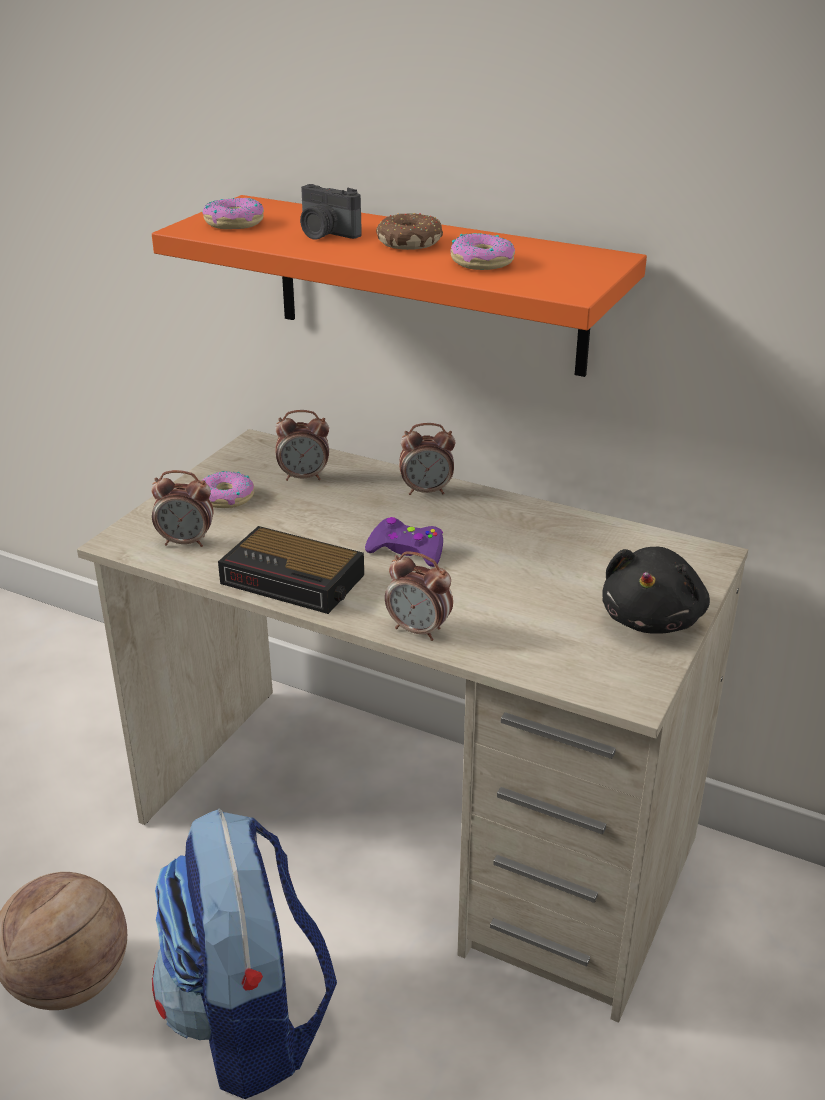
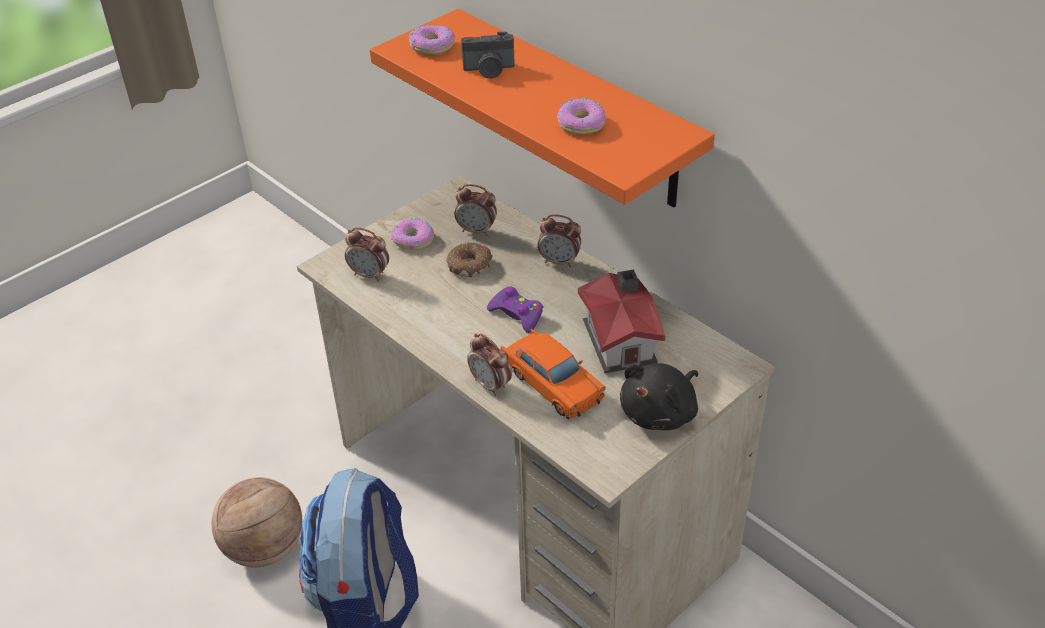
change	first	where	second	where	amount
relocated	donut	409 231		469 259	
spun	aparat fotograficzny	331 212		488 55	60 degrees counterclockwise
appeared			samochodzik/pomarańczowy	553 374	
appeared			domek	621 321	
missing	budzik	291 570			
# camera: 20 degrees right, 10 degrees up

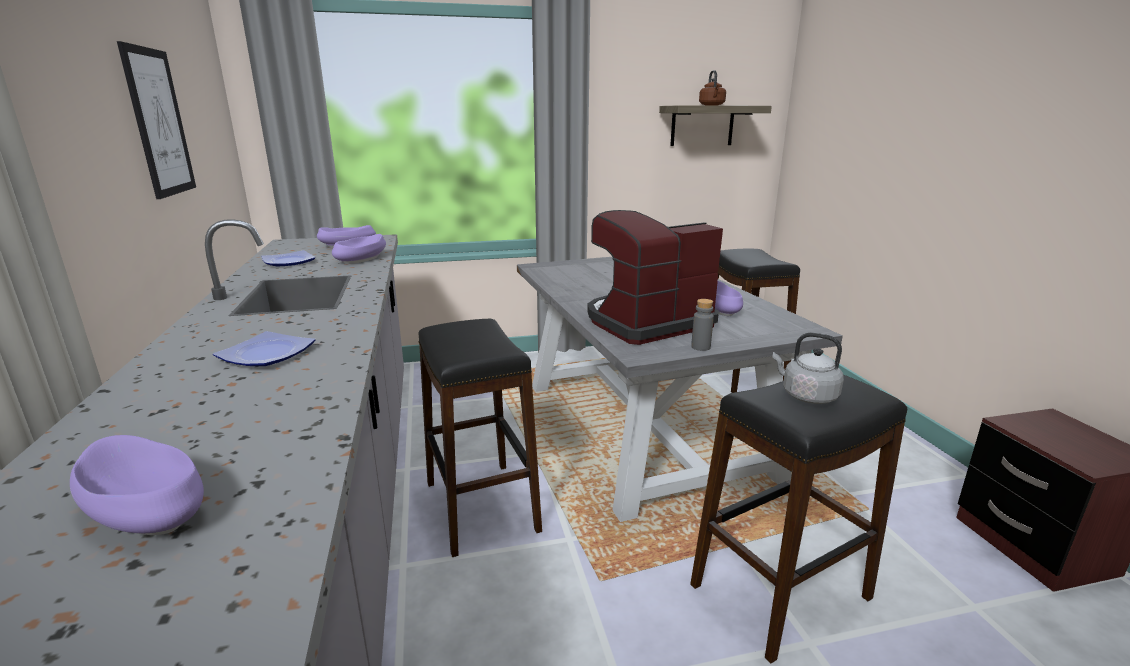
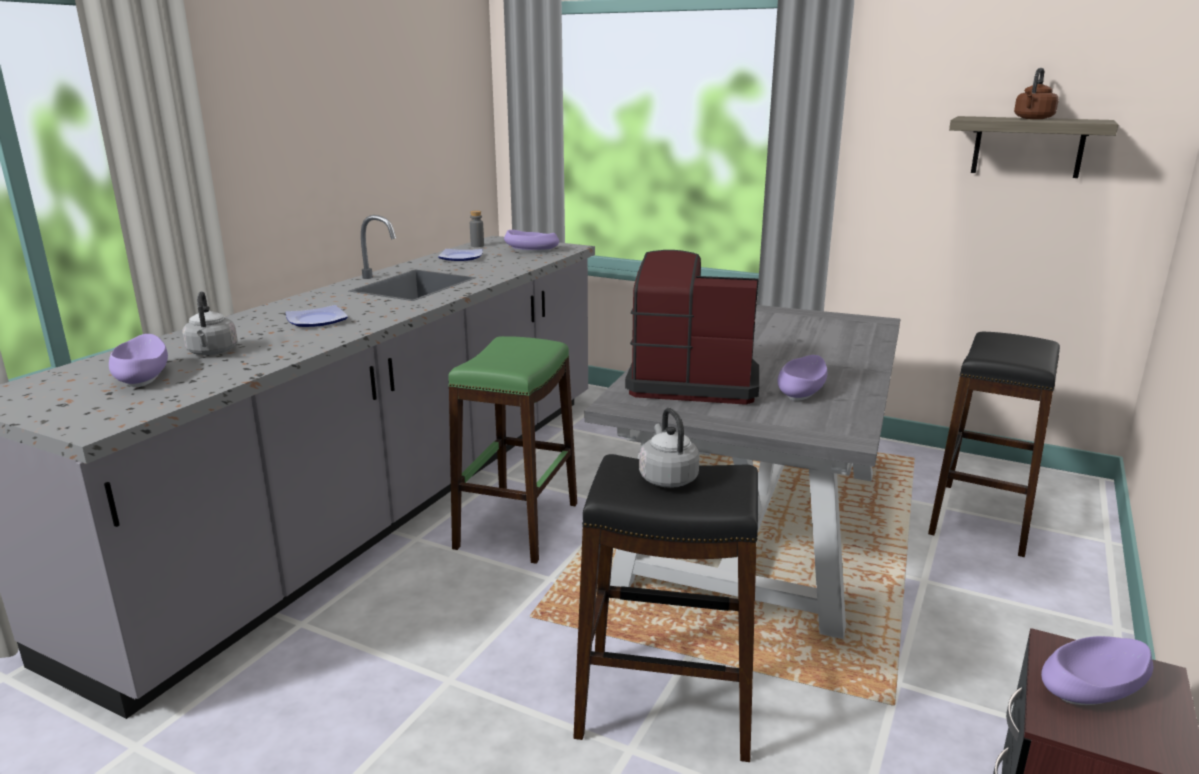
change	first	where	second	where	amount
appeared			czajnik/szary	210 323	
colour	stołek/czarny	480 438	stołek/zielony	512 450	
relocated	butelka/szary	702 325		477 229	
relocated	miska/fioletowy	359 249		1097 670	
missing	obraz	156 120			
# camera: 40 degrees right, 0 degrees up

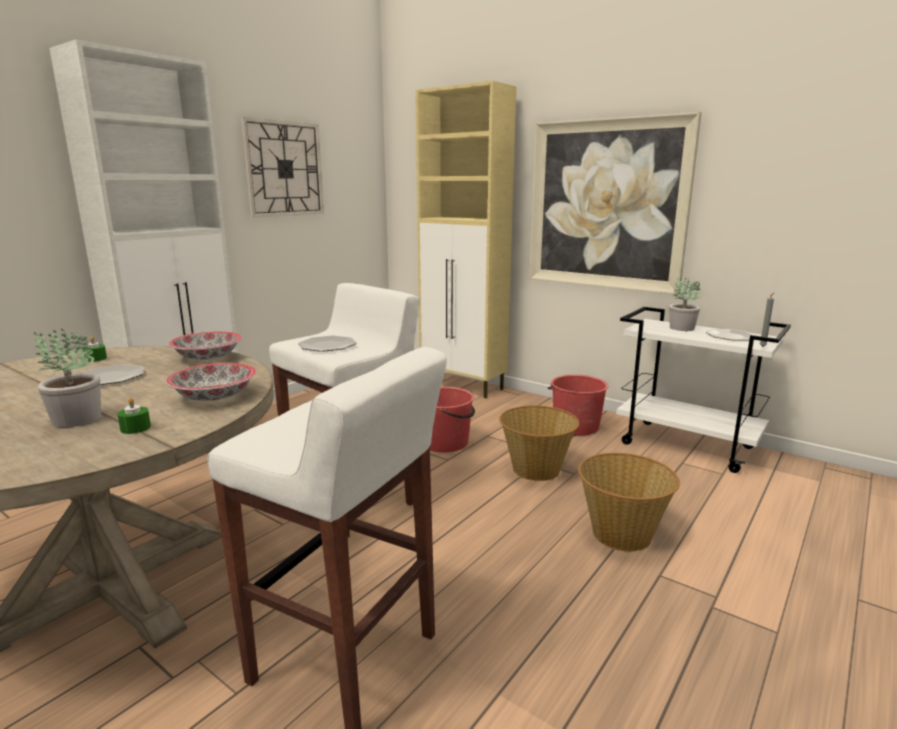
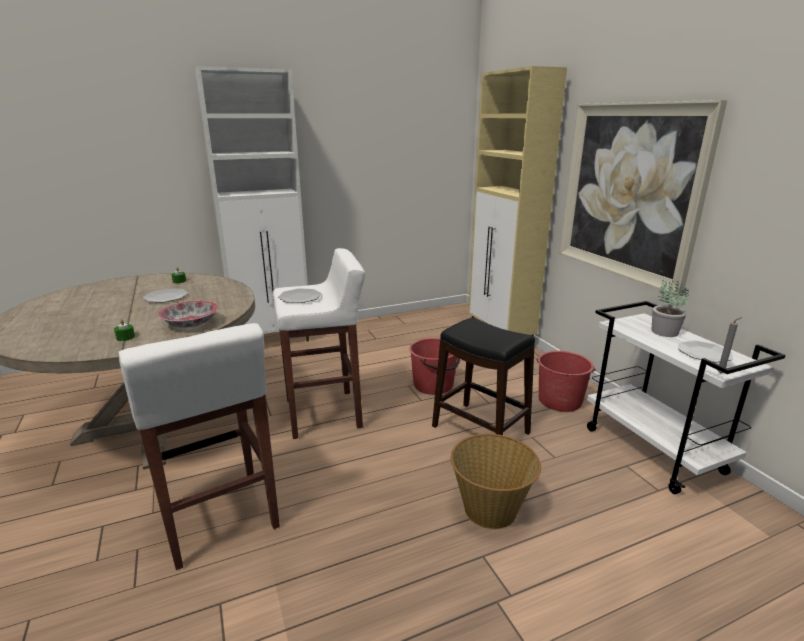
change	first	where	second	where	amount
exchanged	koszyk	539 443	stołek/czarny	483 376	
missing	roślina doniczkowa	67 377			
missing	miska	205 345			
missing	zegar ścienny	282 167			
# camera: 30 degrees right, 5 degrees up

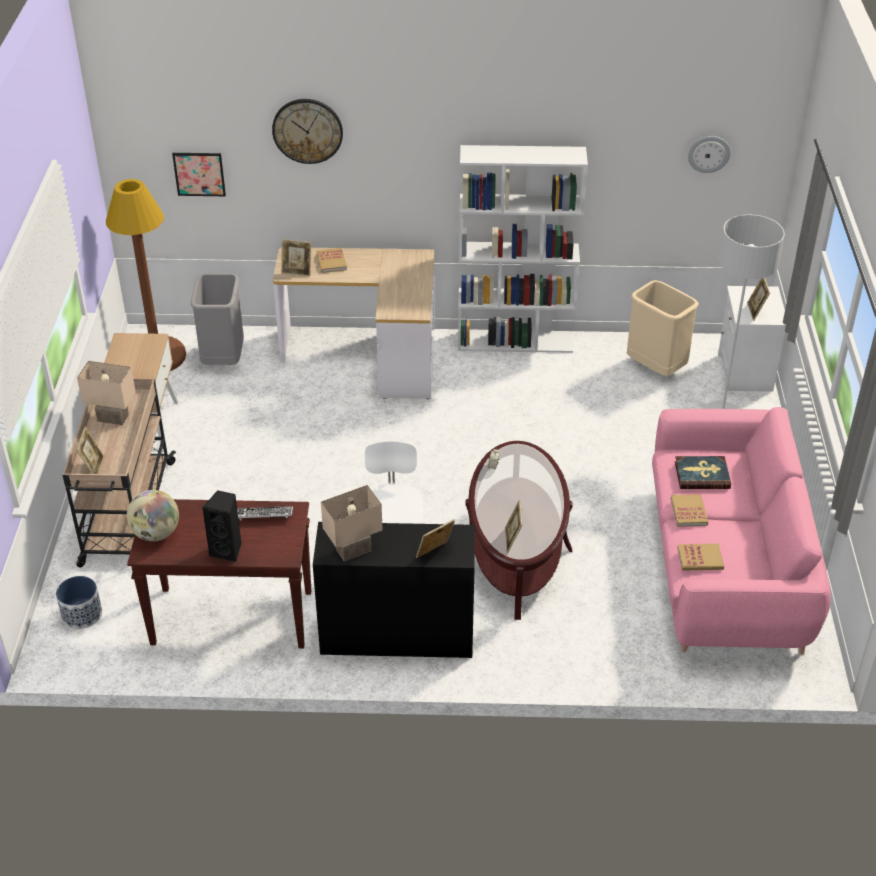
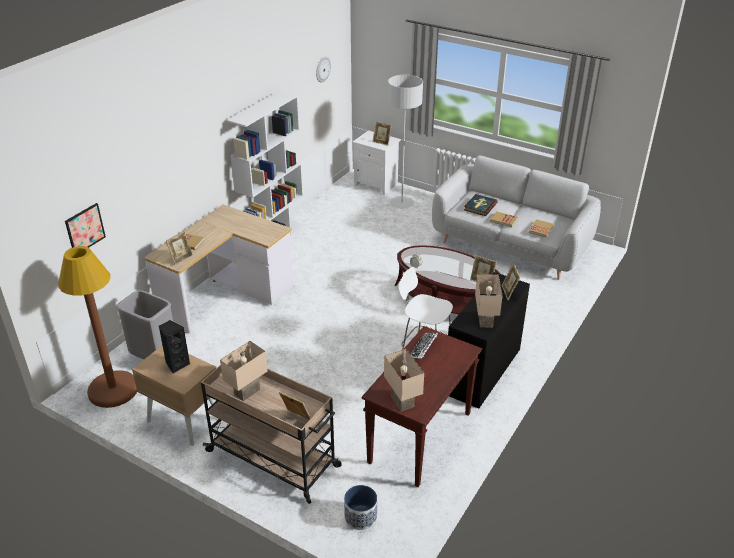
change	first	where	second	where	amount
relocated	głośnik/czarny	222 526		174 346	
exchanged	globus	153 515	lampa stołowa/beżowy	404 380	
colour	kanapa/różowy	741 531	kanapa/szary	516 217	
missing	zegar ścienny	307 131			
missing	kosz na śmieci/beżowy	663 328			
# camera: 60 degrees left, 5 degrees down

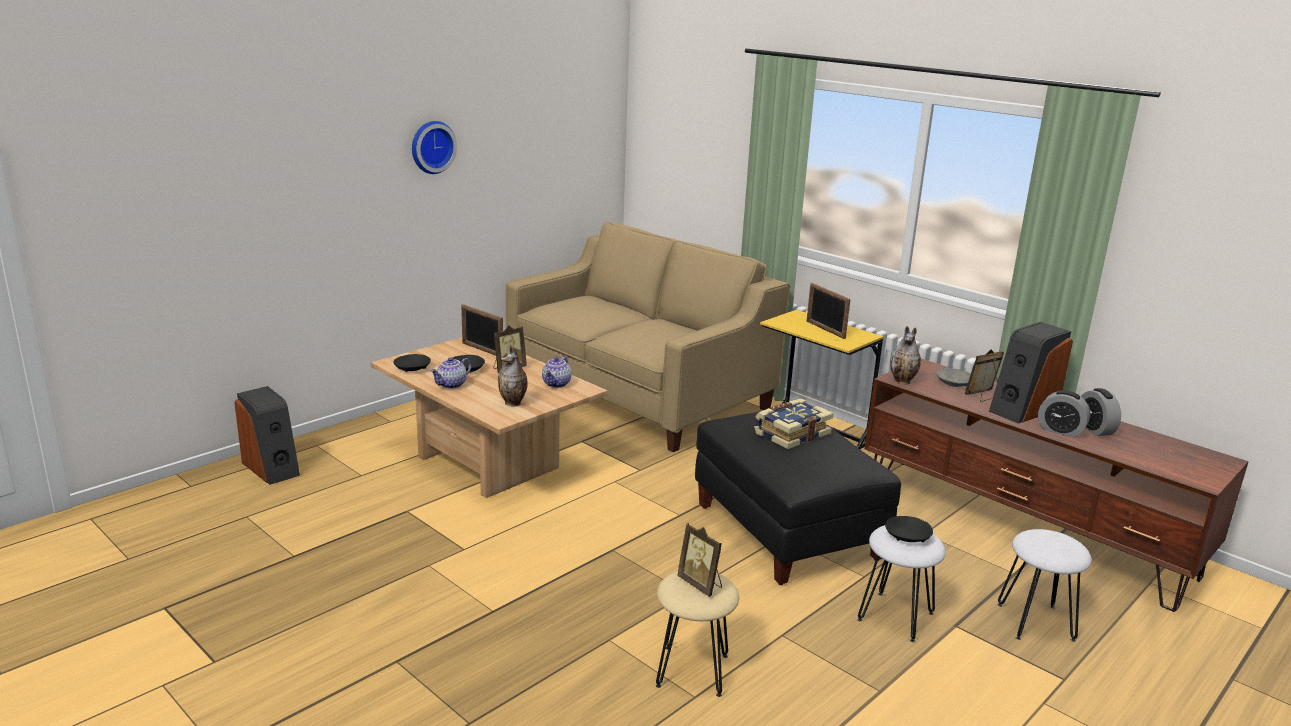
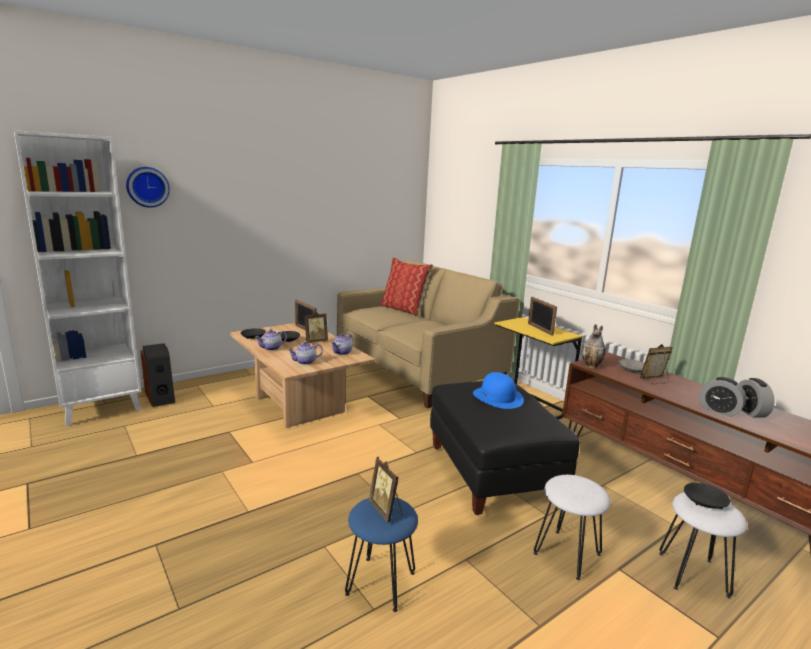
change	first	where	second	where	amount
appeared			regał/biały	78 278	
relocated	zegar ścienny	434 147		148 187	
exchanged	wazon	513 376	imbryk	305 353	
colour	stołek/beżowy	697 634	stołek/niebieski	381 554	
appeared			poduszka	406 286	
exchanged	książka	794 423	kapelusz/niebieski	498 390	
relocated	miska/czarny	909 529		707 496	
missing	głośnik	1031 373			
# camera: 10 degrees right, 5 degrees down

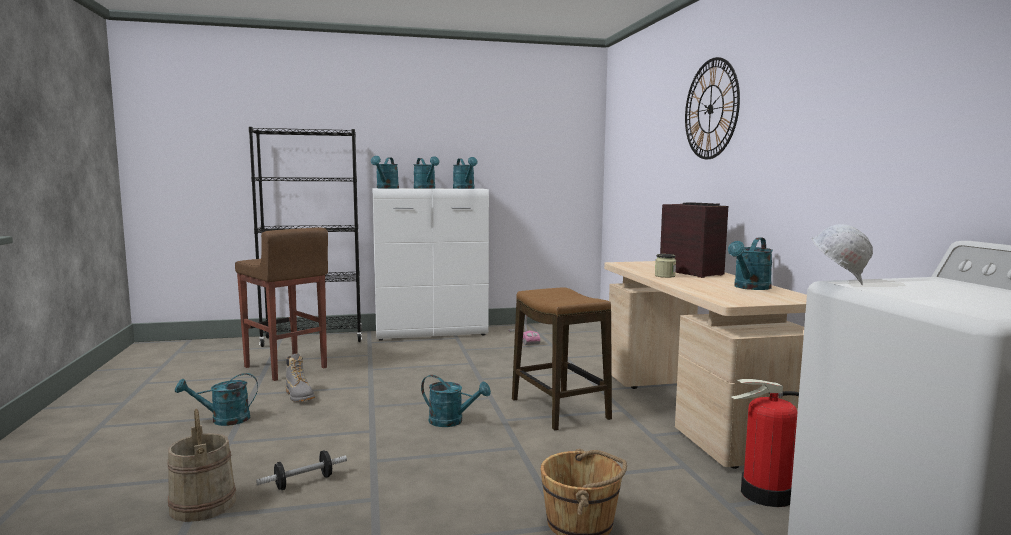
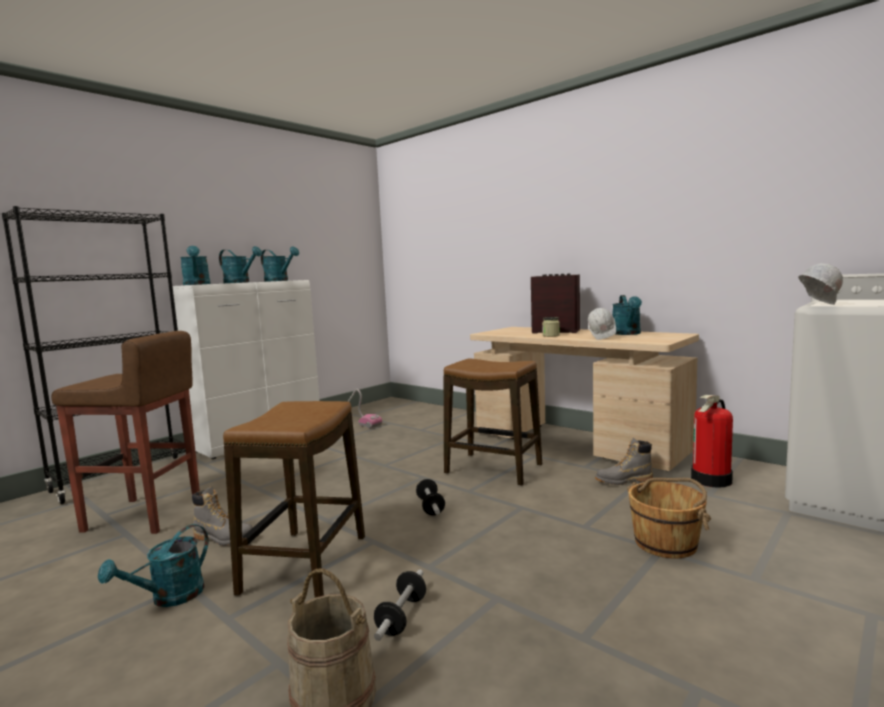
change	first	where	second	where	amount
appeared			stołek	294 499	
exchanged	konewka/turkusowy	456 401	hantel	430 497	
appeared			kask/biały	602 324	
appeared			but z cholewką/szary	624 461	
missing	zegar ścienny	712 108			
# camera: 35 degrees left, 0 degrees up

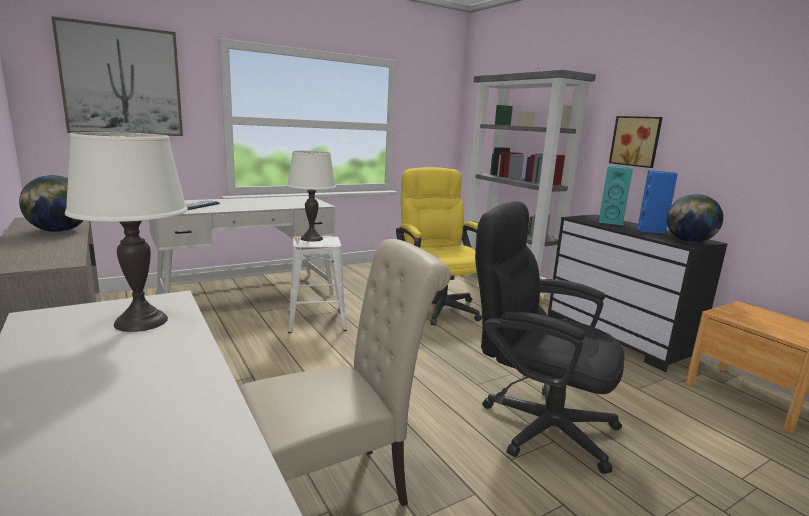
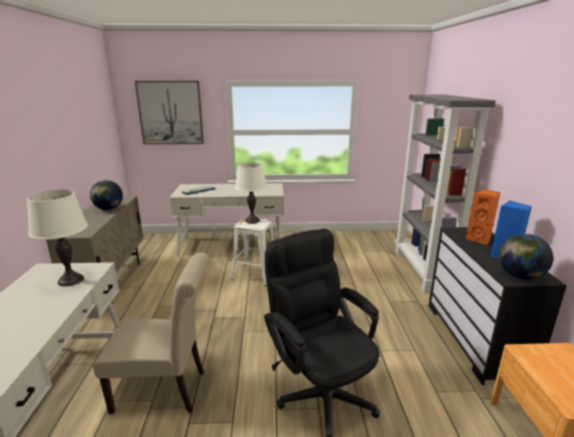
change	first	where	second	where	amount
colour	głośnik/turkusowy	615 195	głośnik/pomarańczowy	483 217	
missing	krzesło biurowe/żółty	439 246			
missing	obraz	636 142			
# camera: 30 degrees right, 5 degrees up

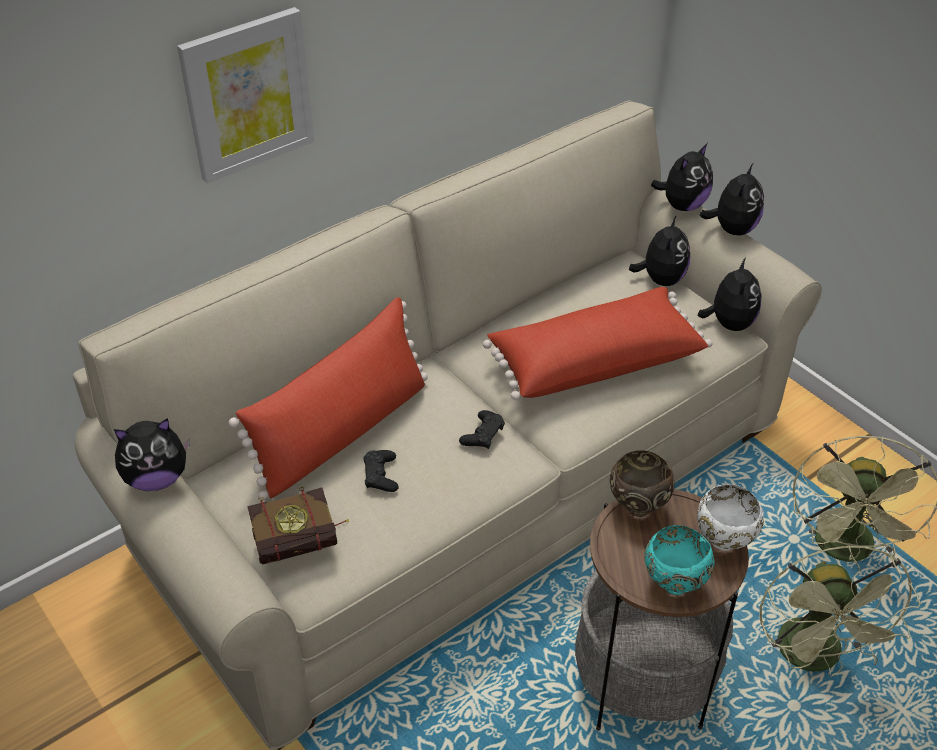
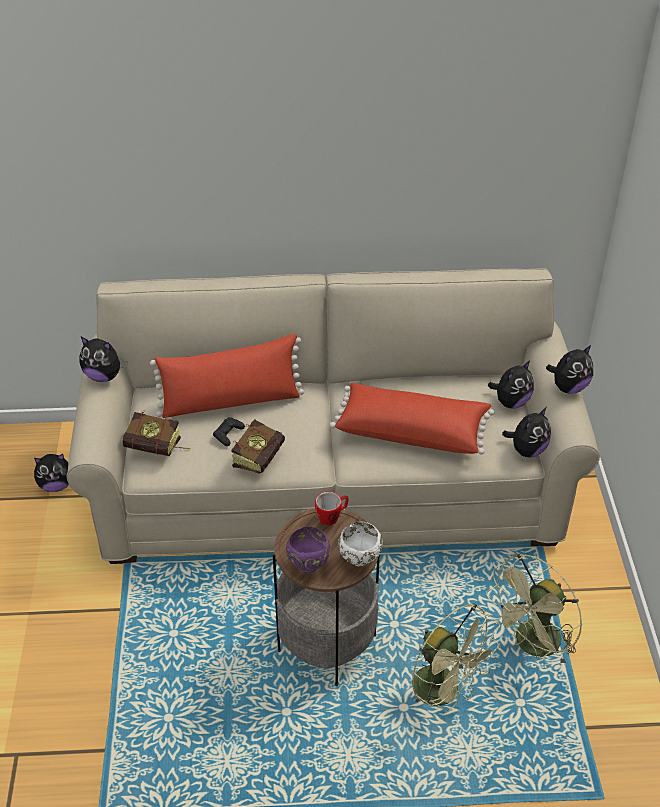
change	first	where	second	where	amount
relocated	pluszak	682 177		51 473	
appeared			książka	258 446	
colour	miska/turkusowy	679 560	miska/fioletowy	308 550	
exchanged	miska/brązowy	642 483	kubek	332 509	
spun	wentylator/zielony	840 610		456 657	75 degrees counterclockwise
missing	obraz	245 95			
missing	pad do gier/czarny	482 429			
# camera: 35 degrees right, 0 degrees up

